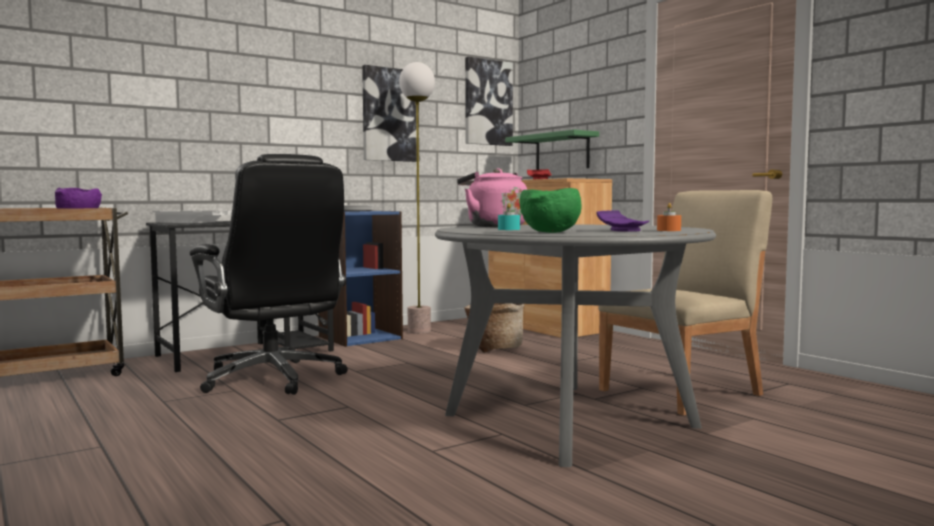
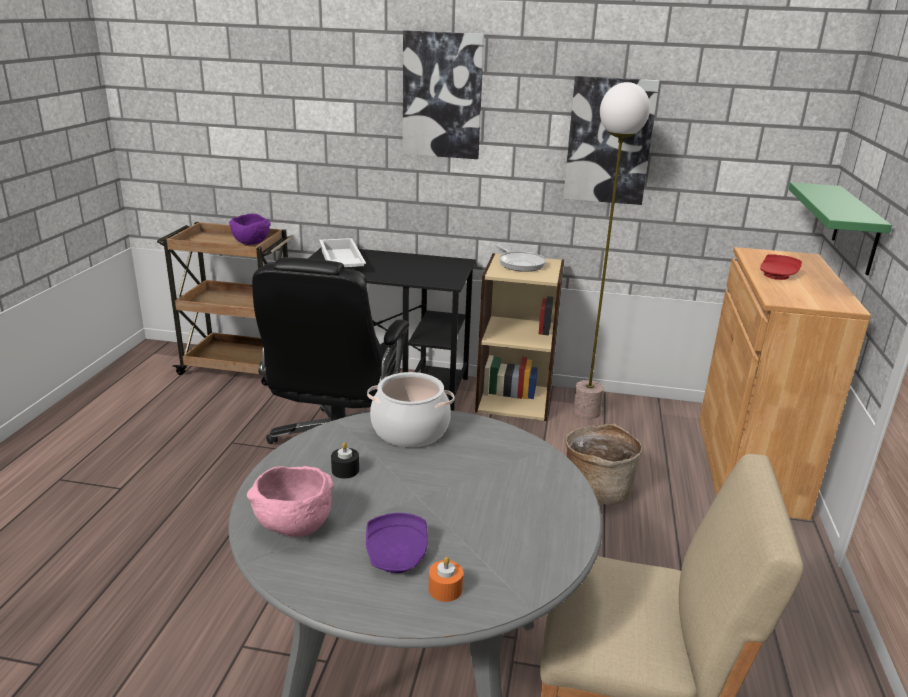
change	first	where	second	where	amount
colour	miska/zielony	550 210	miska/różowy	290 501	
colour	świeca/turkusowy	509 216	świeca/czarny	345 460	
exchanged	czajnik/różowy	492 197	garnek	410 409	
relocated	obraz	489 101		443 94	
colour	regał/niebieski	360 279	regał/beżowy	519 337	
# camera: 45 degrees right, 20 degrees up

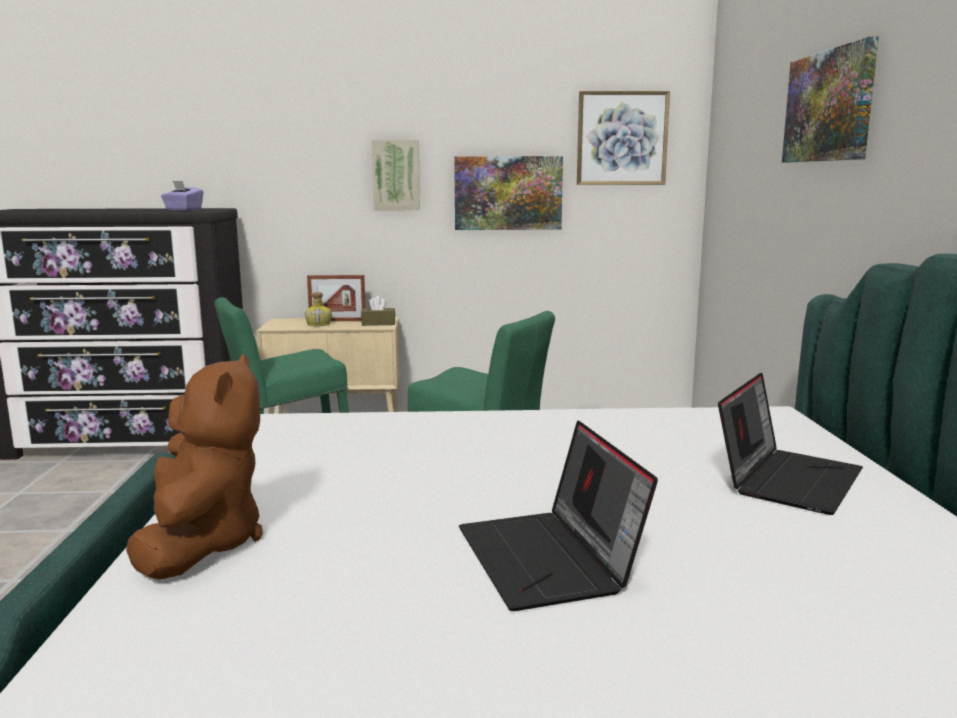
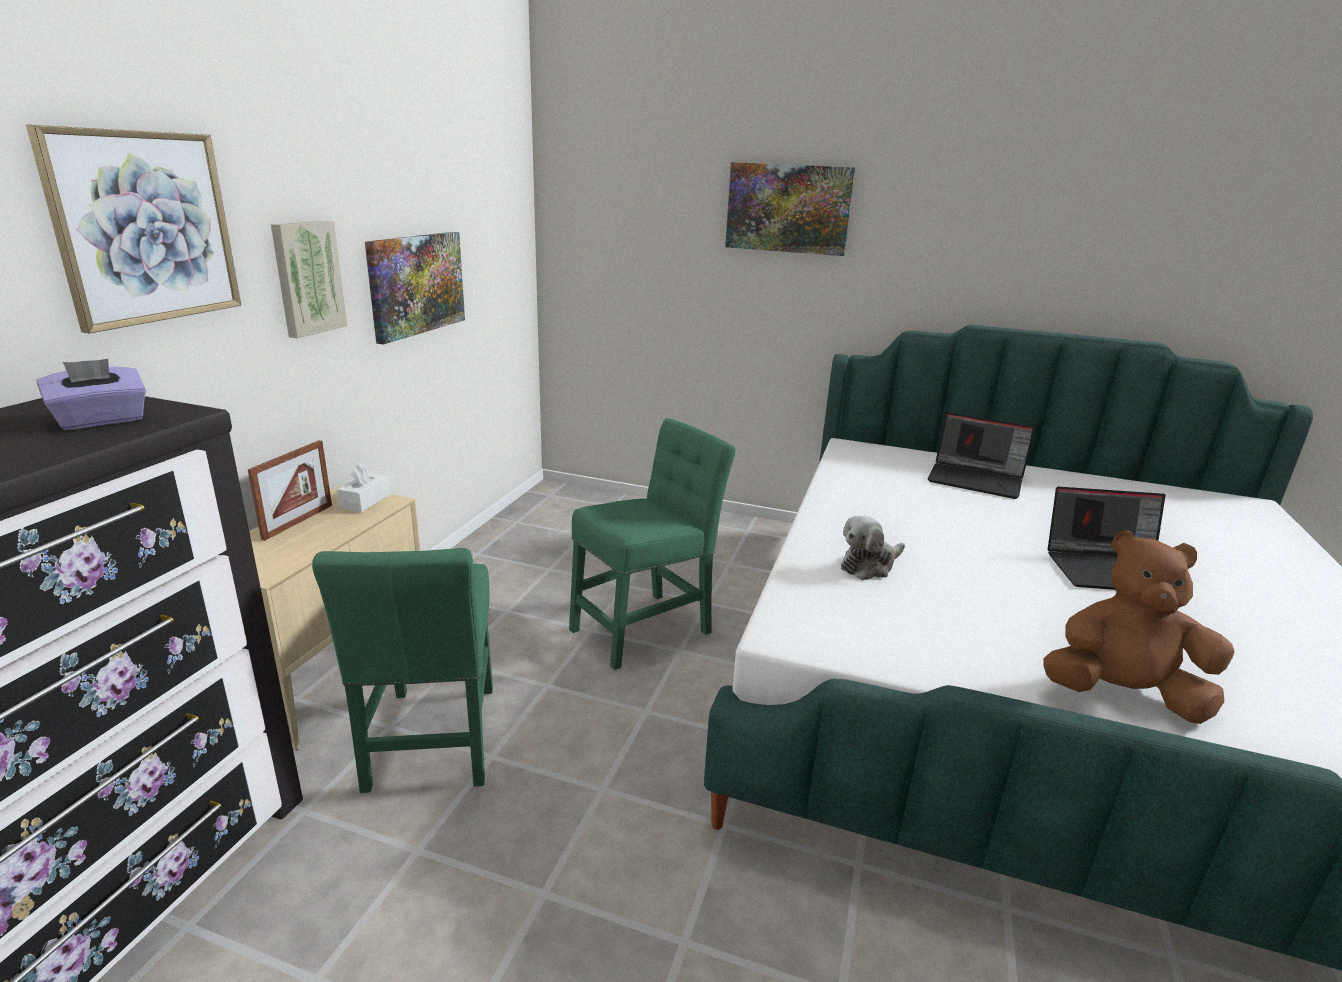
change	first	where	second	where	amount
relocated	obraz	623 138		133 229	
colour	pudełko chusteczek/brązowy	378 311	pudełko chusteczek/biały	363 488	
appeared			pluszak	873 548	
spun	laptop	790 444		981 456	150 degrees clockwise
missing	butelka	318 309			
# camera: 70 degrees left, 10 degrees up

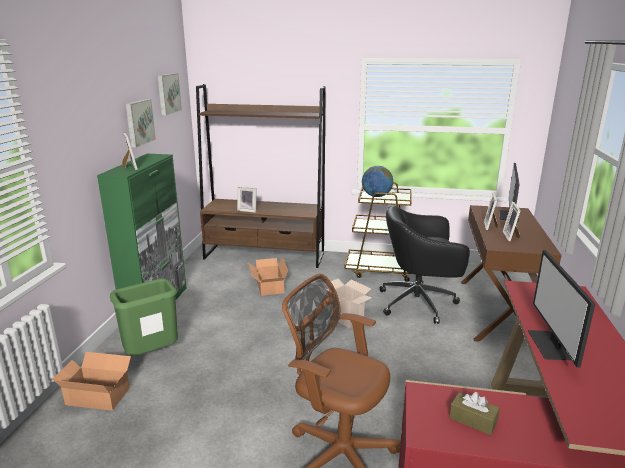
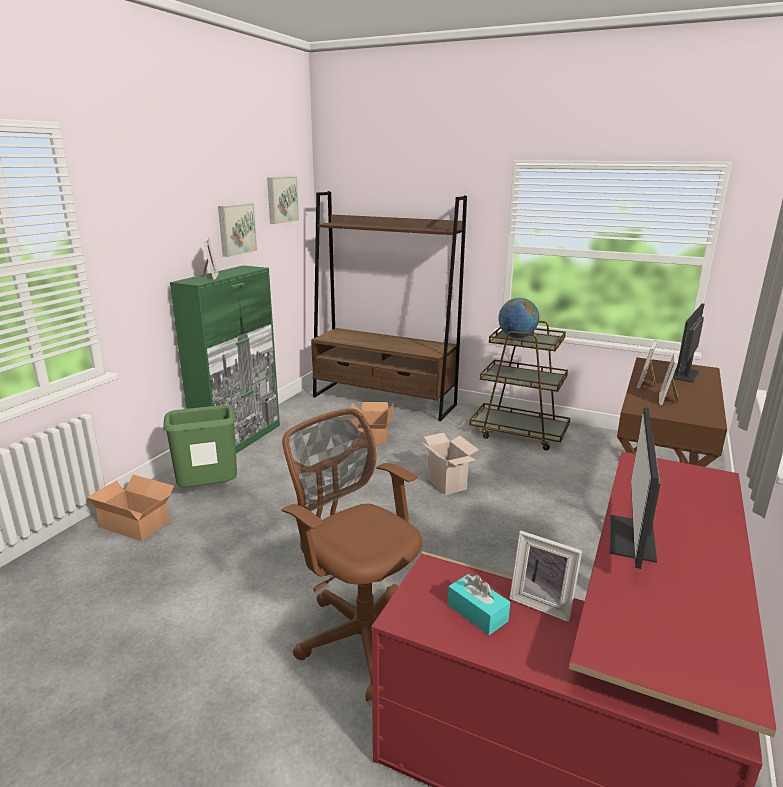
change	first	where	second	where	amount
colour	pudełko chusteczek/brązowy	474 413	pudełko chusteczek/turkusowy	479 604	
relocated	ramka na zdjęcie	247 199		545 576	
missing	krzesło biurowe/czarny	425 265			
# camera: 15 degrees right, 0 degrees up

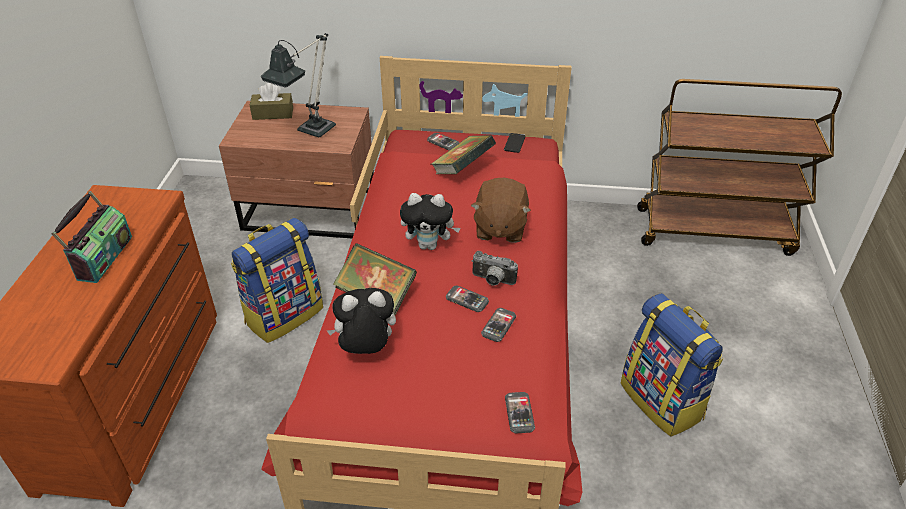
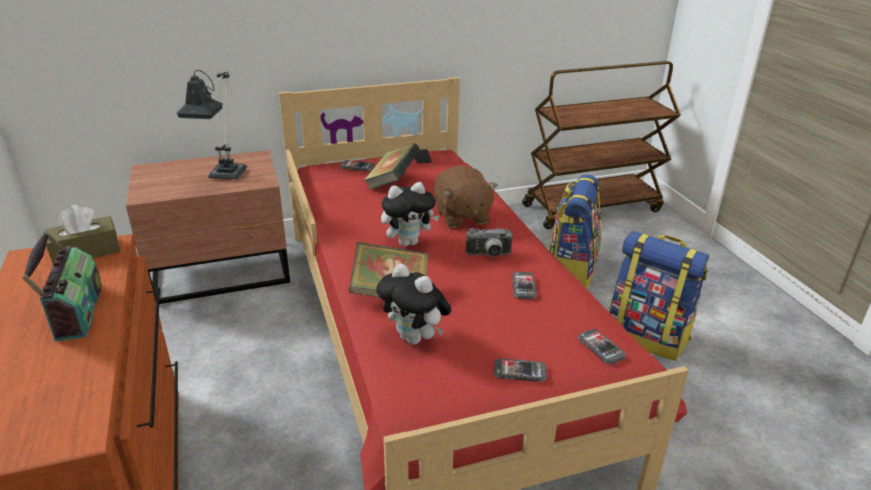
change	first	where	second	where	amount
relocated	pudełko chusteczek/brązowy	271 101		82 234	
spun	pluszak	361 321		414 304	105 degrees counterclockwise
relocated	telefon	467 299		520 370	
relocated	plecak	277 280		575 231	
# camera: 25 degrees left, 10 degrees down

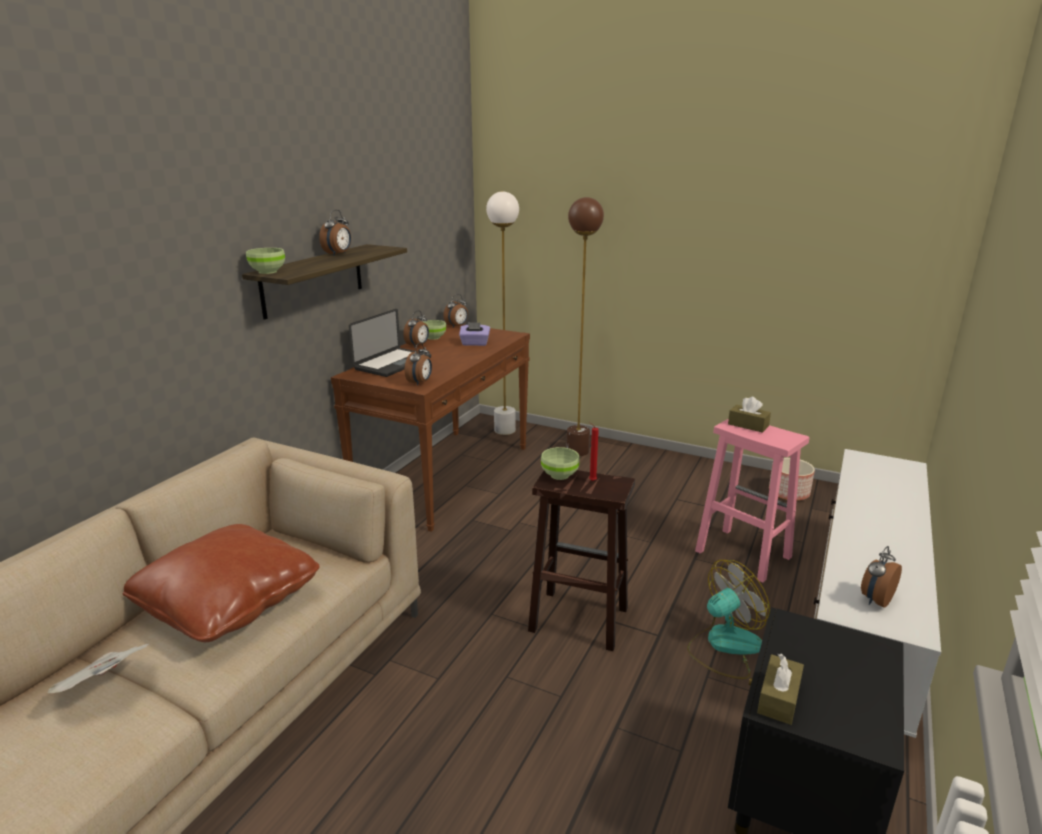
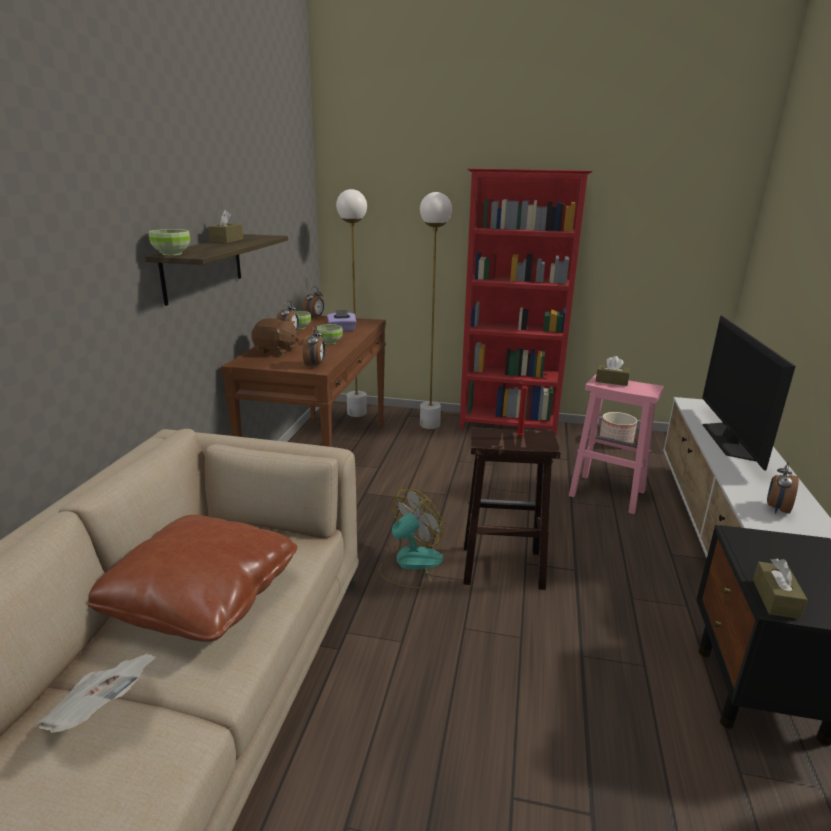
change	first	where	second	where	amount
exchanged	budzik	335 233	pudełko chusteczek/brązowy	225 226	
exchanged	laptop	390 343	pluszak/brązowy	275 336	
relocated	miska/zielony	560 463		329 334	
relocated	wentylator	728 619		411 539	
colour	lampa stojąca/brązowy	585 326	lampa stojąca/biały	436 310	
appeared			regał/czerwony	526 302	
appeared			telewizor	748 393	
# camera: 15 degrees left, 0 degrees up

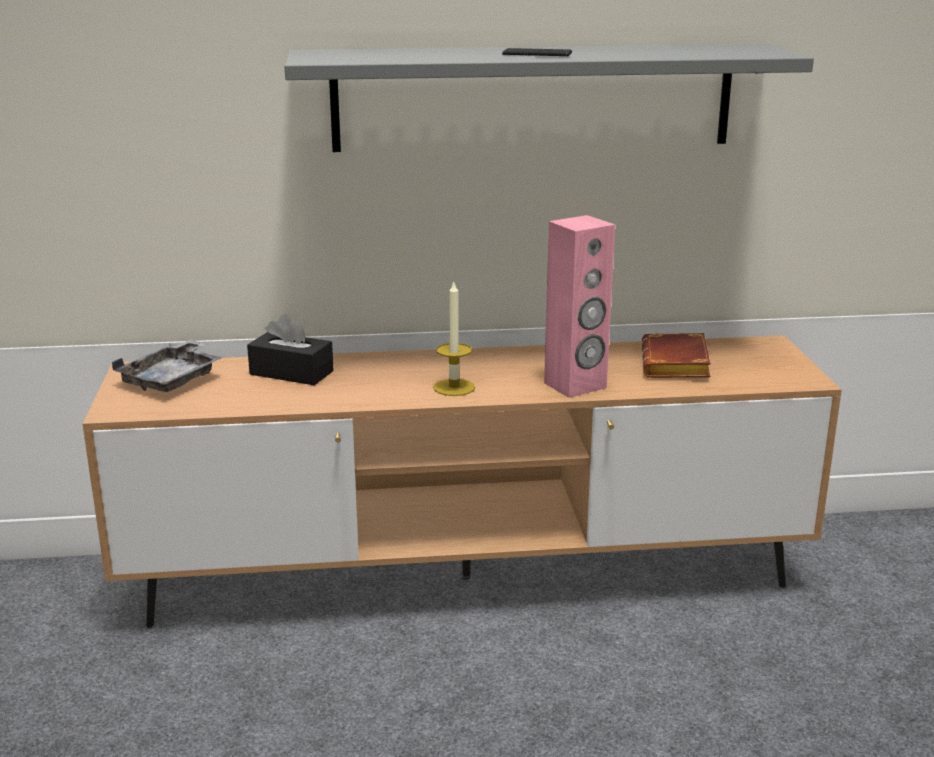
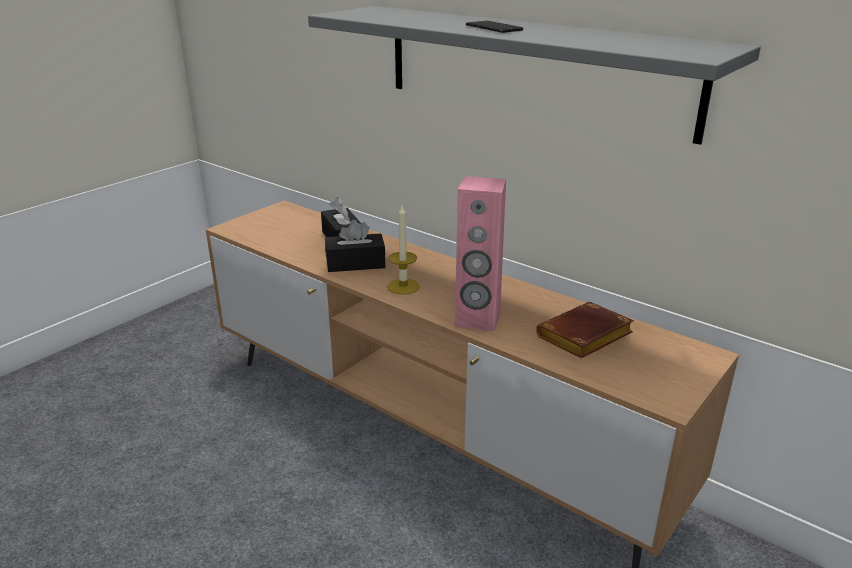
change	first	where	second	where	amount
appeared			pudełko chusteczek/czarny	355 245	
missing	taca/szary	167 366			
# camera: 45 degrees right, 5 degrees up

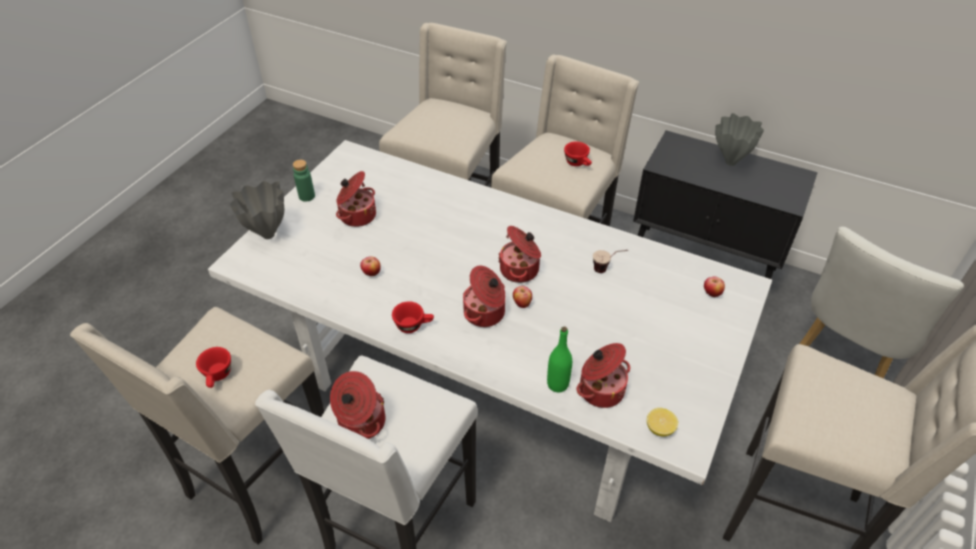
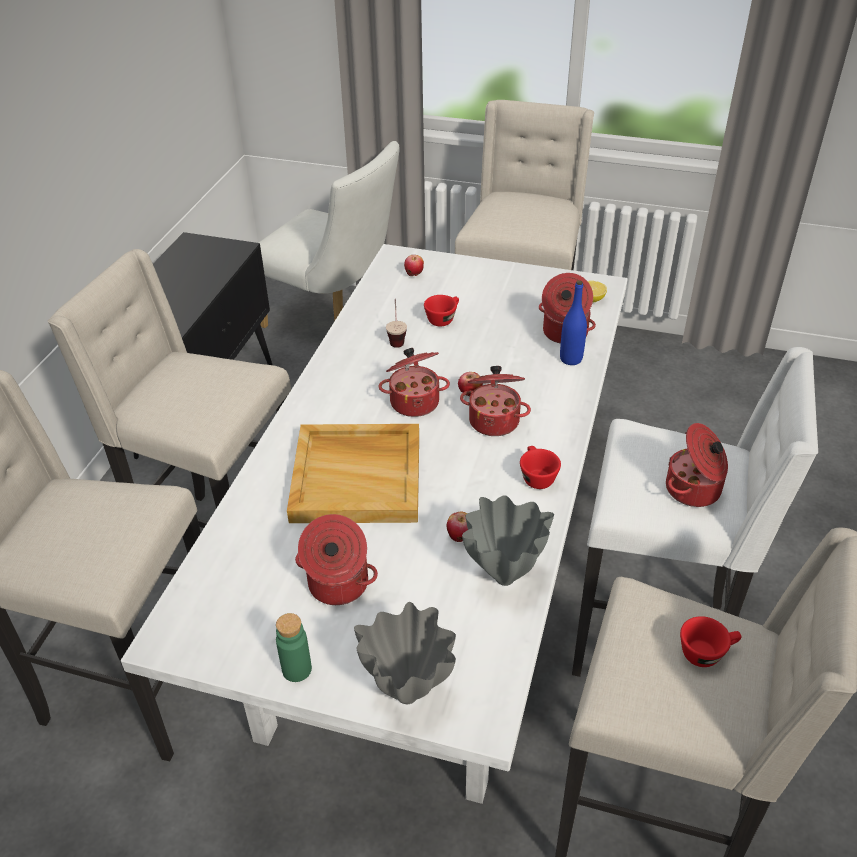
change	first	where	second	where	amount
appeared			taca/beżowy	353 473	
relocated	filiżanka/czerwony	578 154		441 311	
relocated	wazon/szary	739 139		508 540	
colour	butelka/zielony	559 359	butelka/niebieski	573 322	
# camera: 100 degrees left, 5 degrees down

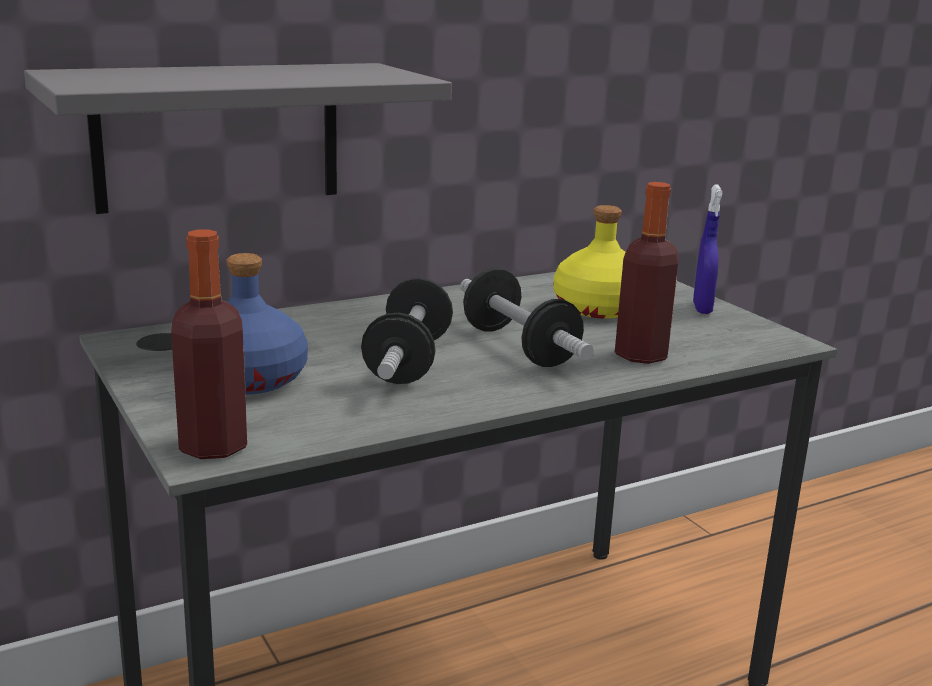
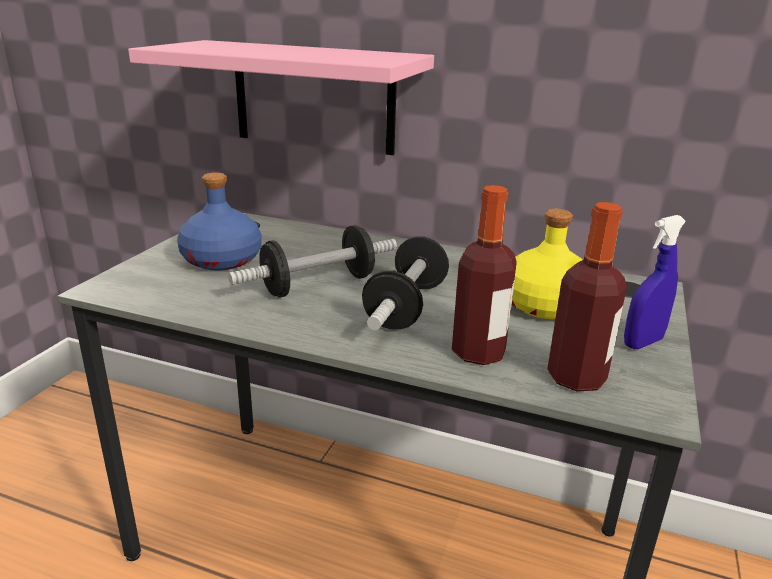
change	first	where	second	where	amount
colour	półka/szary	238 138	półka/różowy	281 97	
relocated	butelka	209 344		587 297	
# camera: 50 degrees right, 5 degrees up

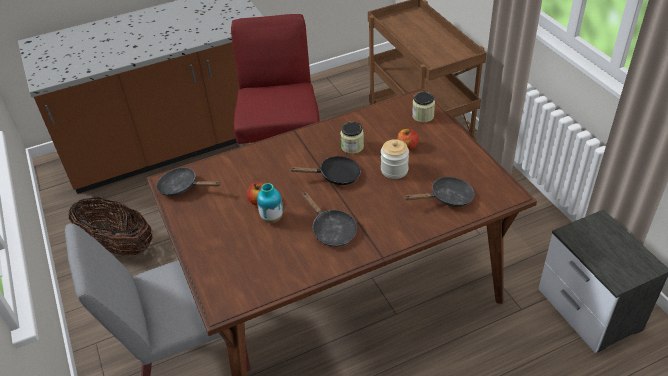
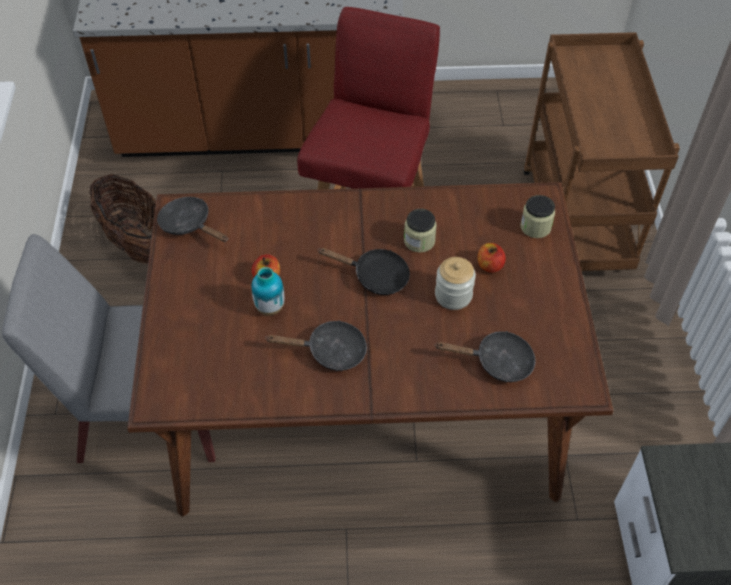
change	first	where	second	where	amount
spun	patelnia/czarny	329 219		316 345	75 degrees counterclockwise
# camera: 20 degrees right, 10 degrees up

